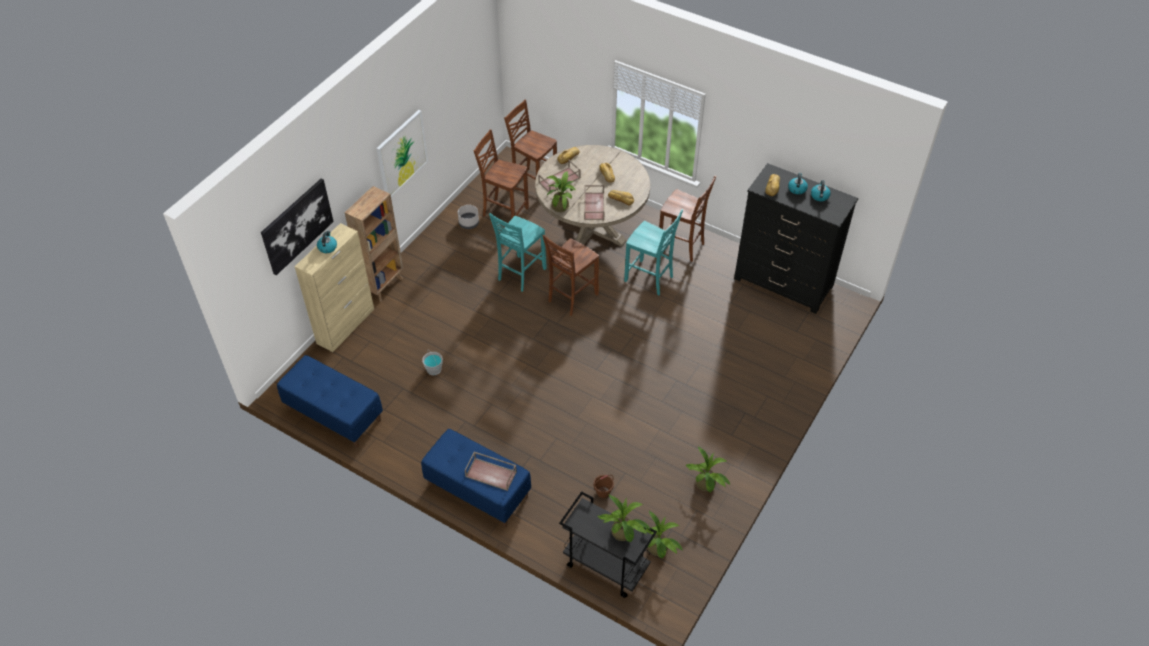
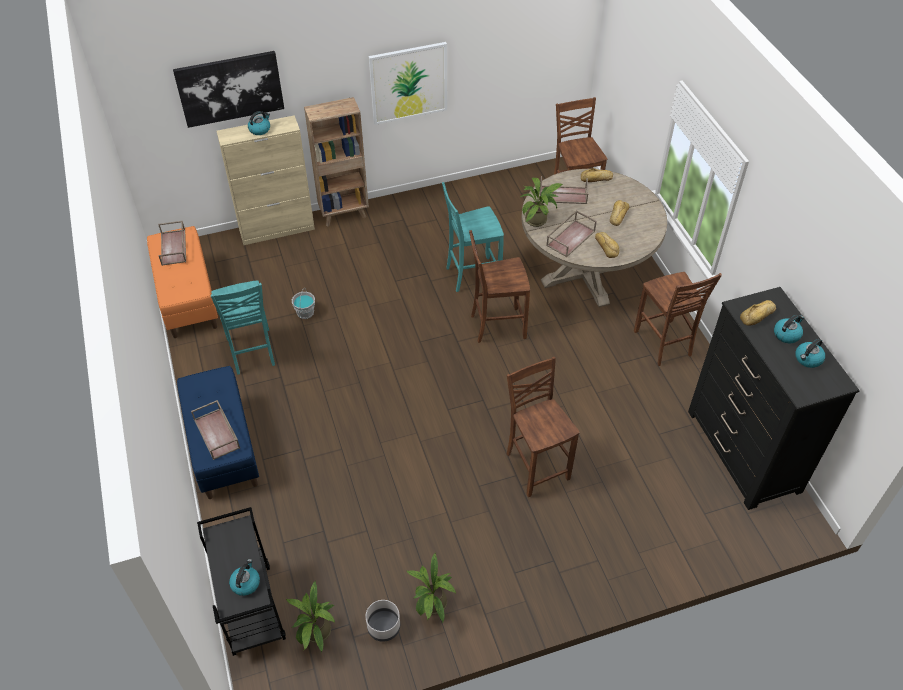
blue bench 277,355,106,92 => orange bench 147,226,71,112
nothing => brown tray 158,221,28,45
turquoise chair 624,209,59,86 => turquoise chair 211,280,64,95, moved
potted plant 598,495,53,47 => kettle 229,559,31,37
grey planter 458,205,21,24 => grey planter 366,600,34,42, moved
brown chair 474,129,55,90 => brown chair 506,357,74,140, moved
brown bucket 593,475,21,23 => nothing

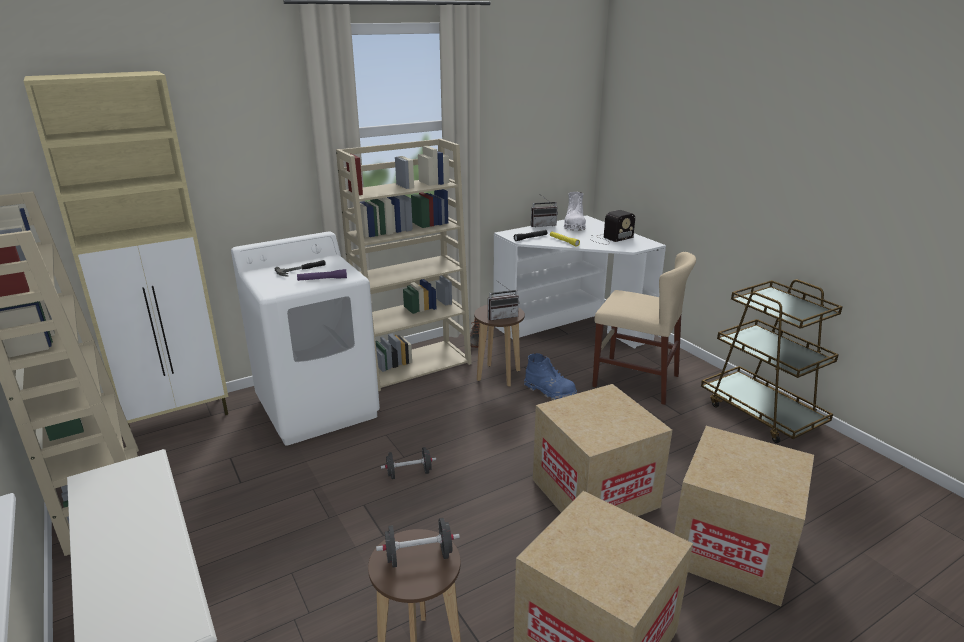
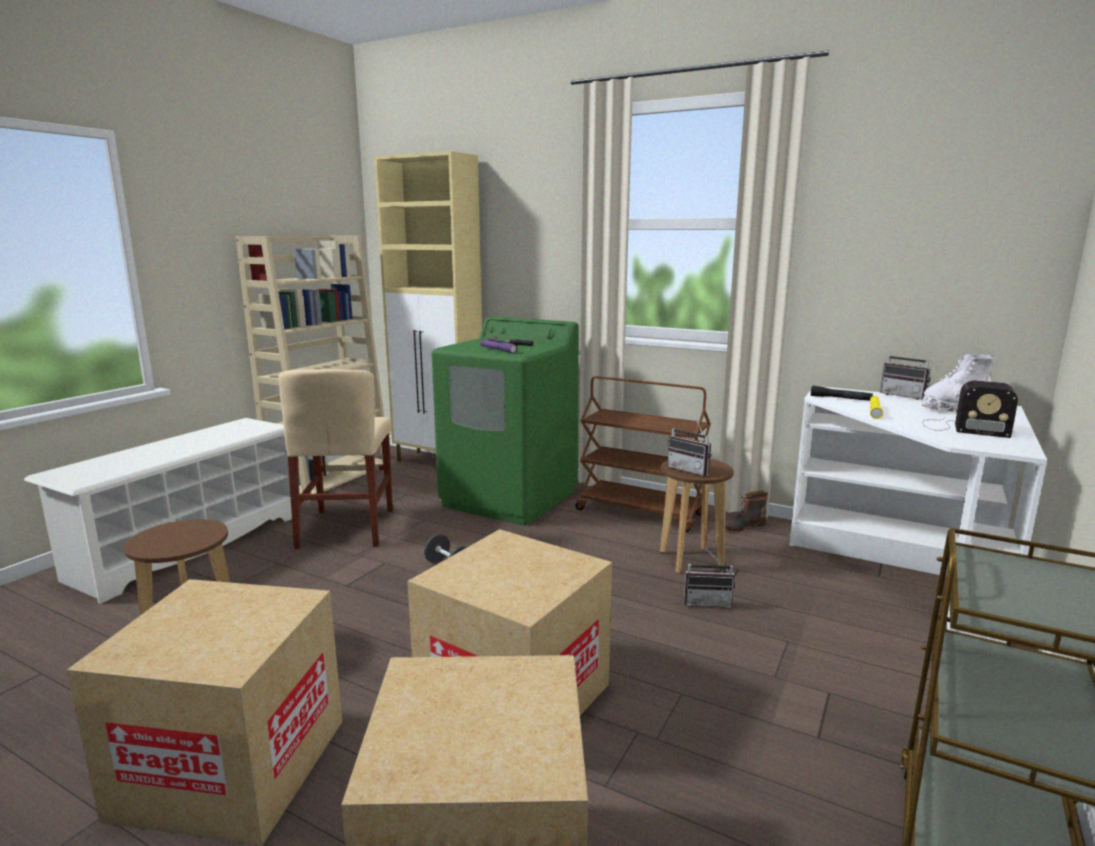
beige chair 592,252,104,153 => beige chair 278,369,115,180, moved
white washing machine 231,232,149,214 => green washing machine 431,316,148,210
beige bookcase 336,139,136,252 => brown cart 576,376,135,156
blue boot 524,353,53,47 => radio 684,546,51,61
black dumbbell 376,518,84,49 => nothing

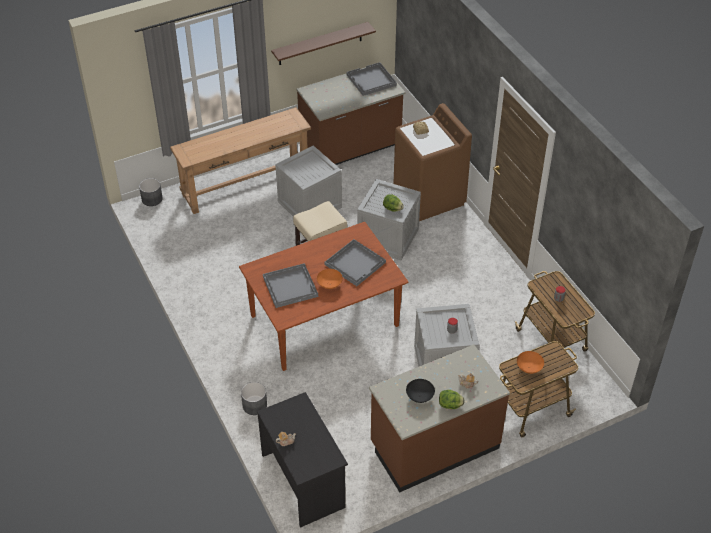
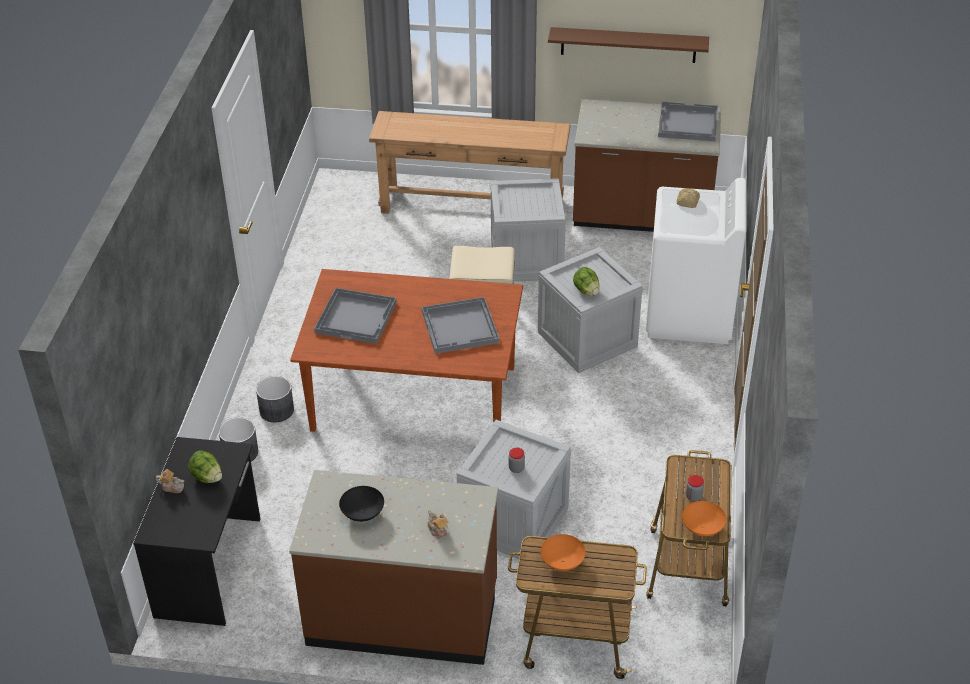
lettuce 439,390,26,19 => lettuce 188,451,34,32, moved
grey planter 139,178,24,28 => grey planter 256,376,38,46, moved
brown washing machine 393,103,79,118 => white washing machine 645,178,102,166
orange bowl 317,269,26,20 => orange bowl 682,501,44,35, moved

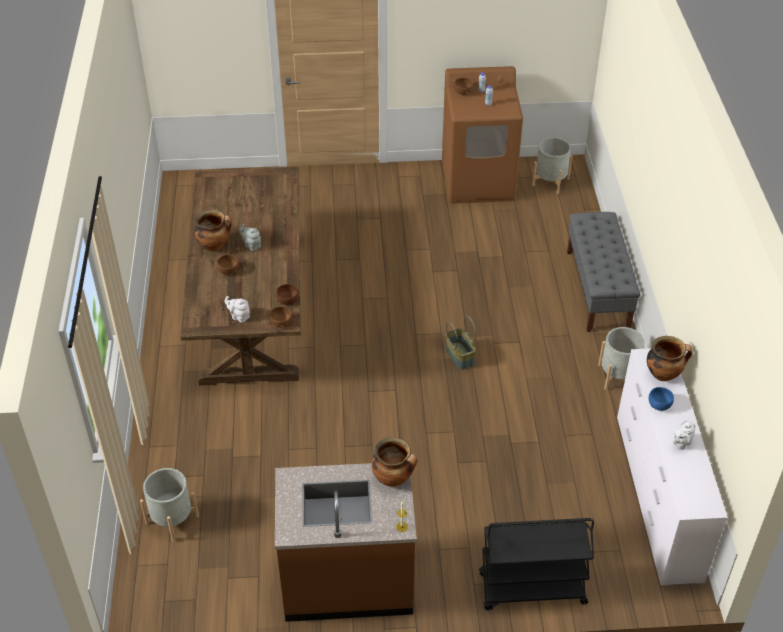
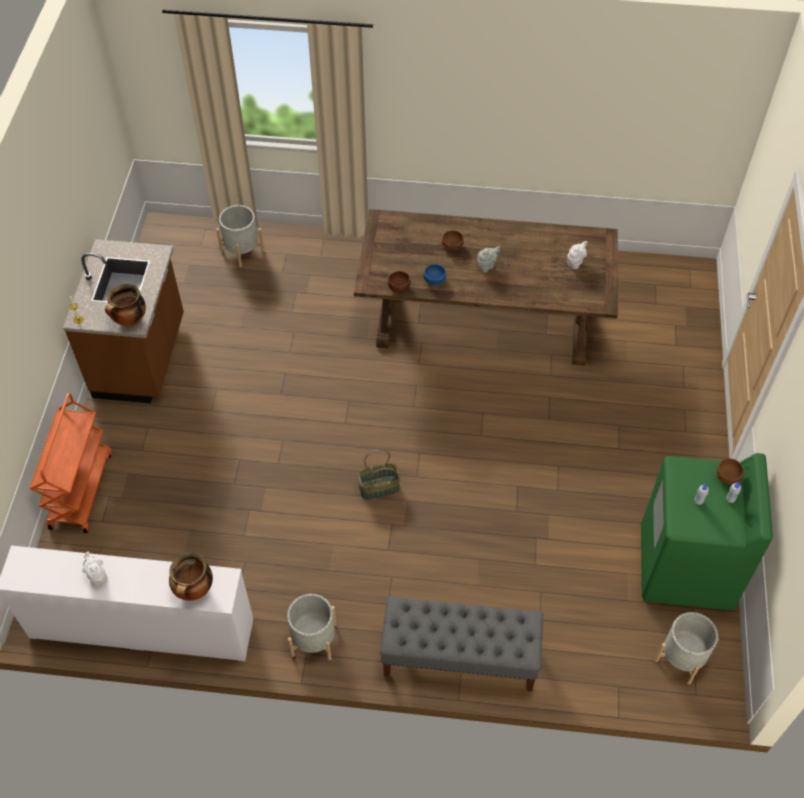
black cart 479,518,115,92 => orange cart 30,393,82,140
blue bowl 649,387,25,24 => blue bowl 423,264,23,21, moved
white teapot 225,296,25,27 => white teapot 567,241,20,28, moved
brown washing machine 442,66,81,138 => green washing machine 641,453,132,157
cooking pot 195,210,37,41 => nothing
brown bowl 269,306,23,22 => nothing

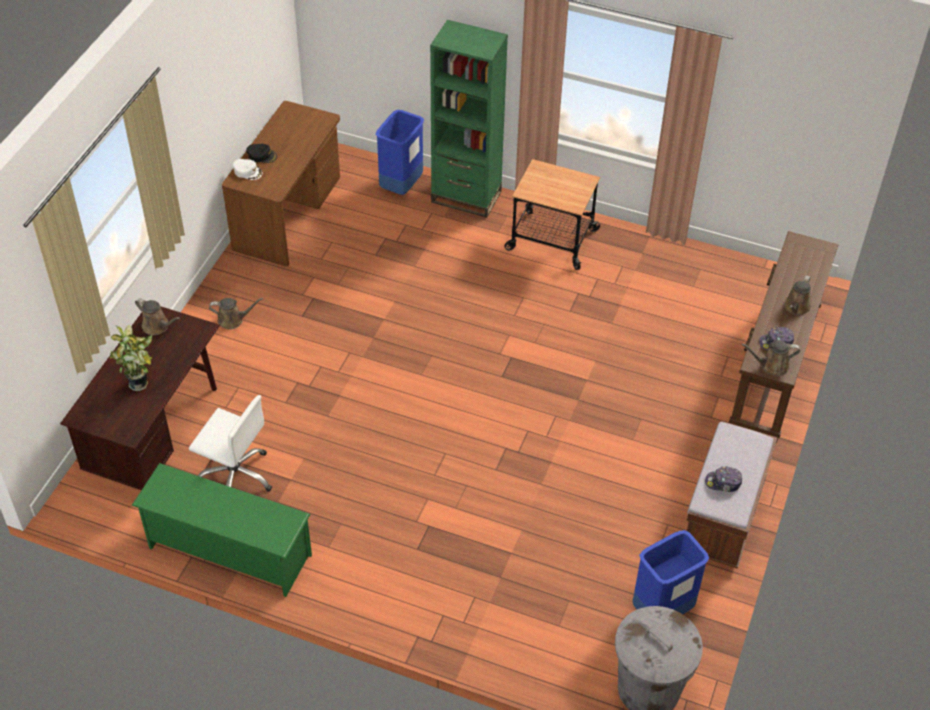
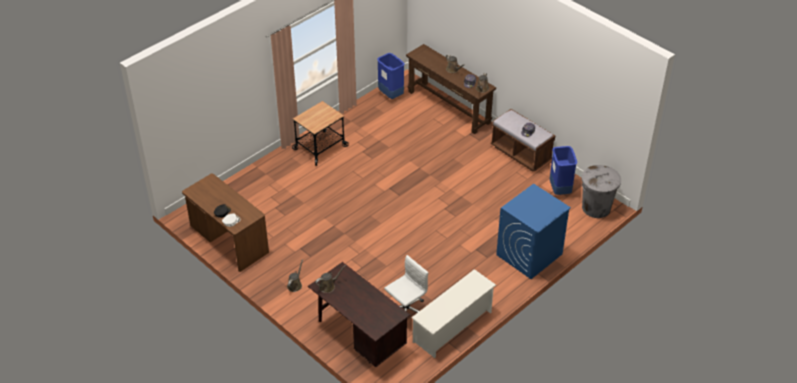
blue trash can 376,110,48,85 => blue trash can 377,53,27,46, moved
green shoe rack 132,463,180,134 => white shoe rack 412,269,84,89
nothing => blue washing machine 496,184,75,95
potted plant 110,325,42,66 => nothing
green bookcase 430,20,78,198 => nothing

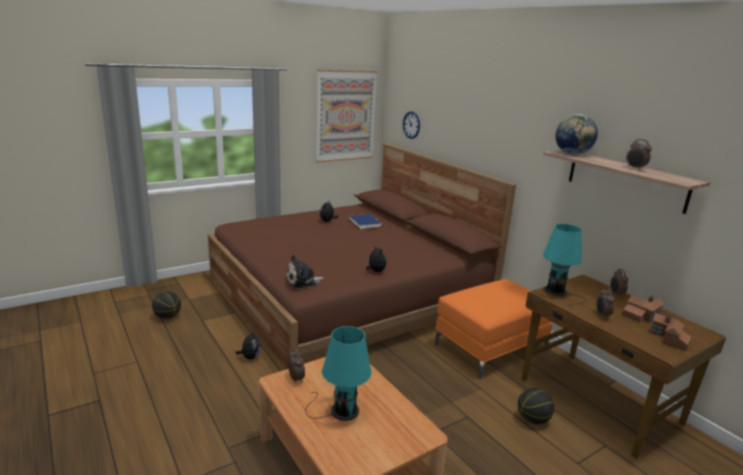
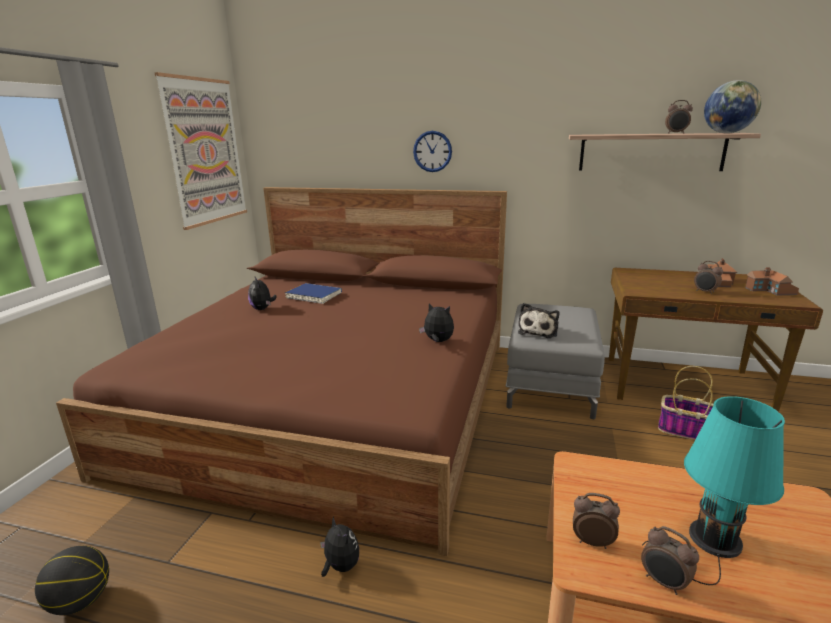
wall clock 403,112,17,27 => wall clock 413,131,39,41, moved
orange ottoman 435,279,117,100 => grey ottoman 506,304,99,115
plush toy 286,254,39,35 => plush toy 518,303,41,35, moved
alarm clock 610,269,18,27 => alarm clock 641,526,58,69, moved
basketball 518,388,36,36 => basket 658,366,55,74
globe 555,114,43,41 => globe 704,80,57,53, moved
turquoise table lamp 543,224,43,84 => nothing

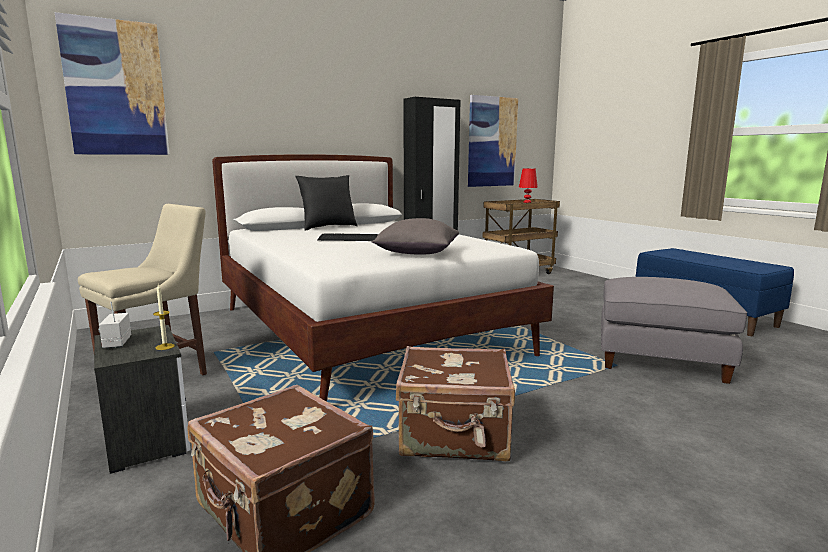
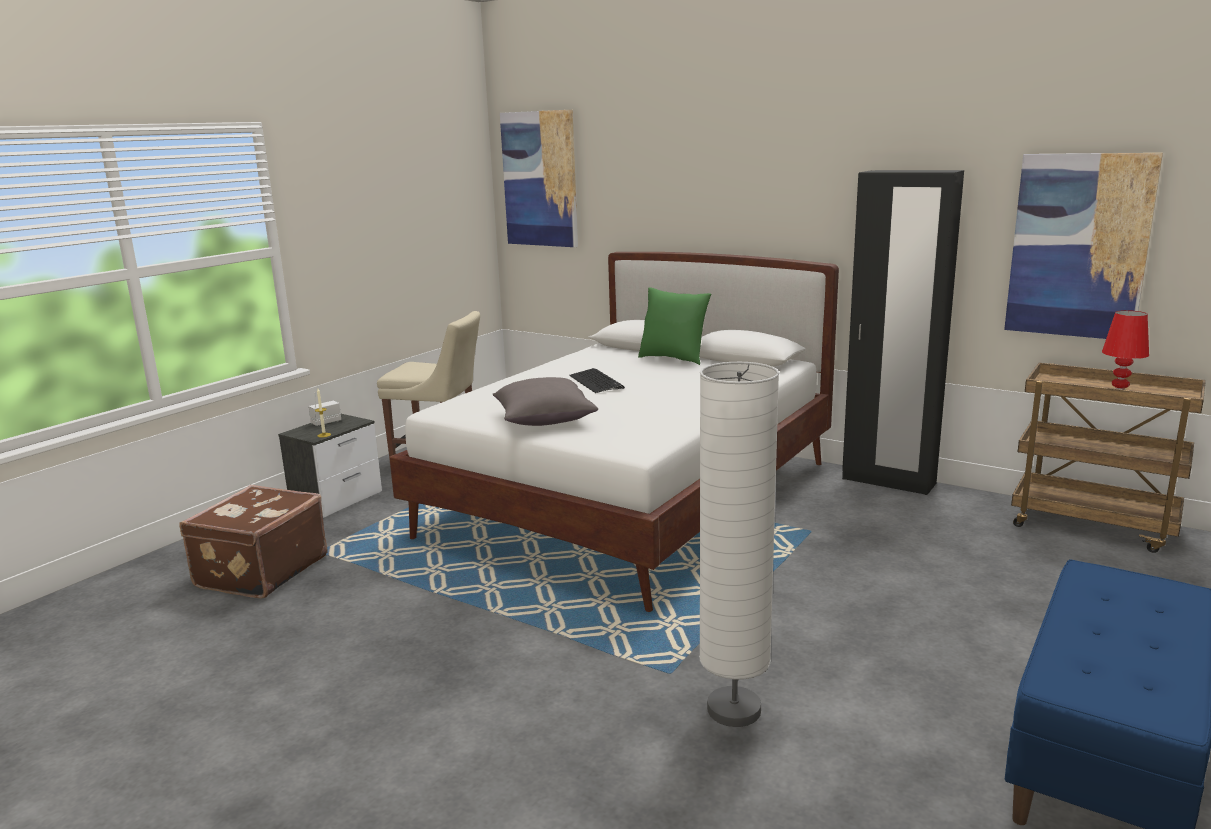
black pillow 295,175,63,56 => green pillow 638,287,74,78
grey ottoman 601,277,146,107 => white floor lamp 699,362,80,365
brown suitcase 396,346,119,115 => nothing

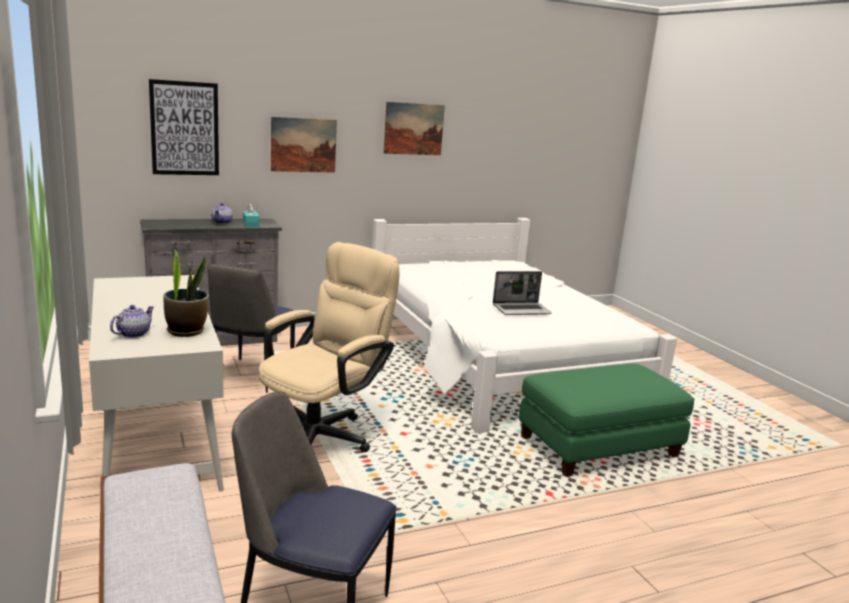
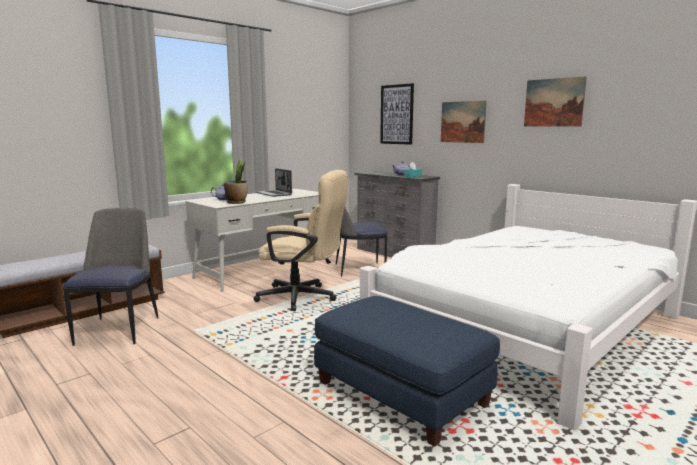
laptop 493,271,59,44 => laptop 256,168,36,29, moved
green ottoman 519,364,176,113 => blue ottoman 314,296,186,151

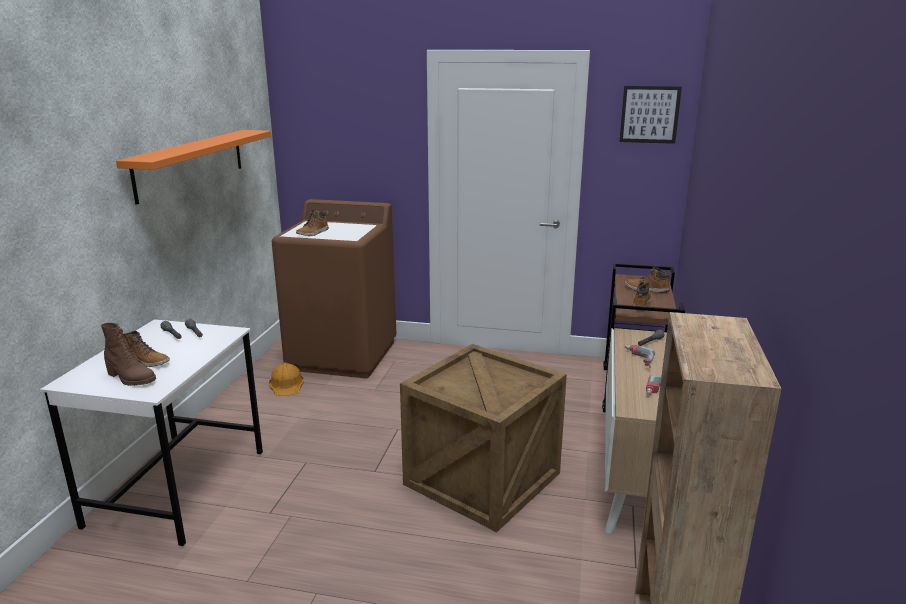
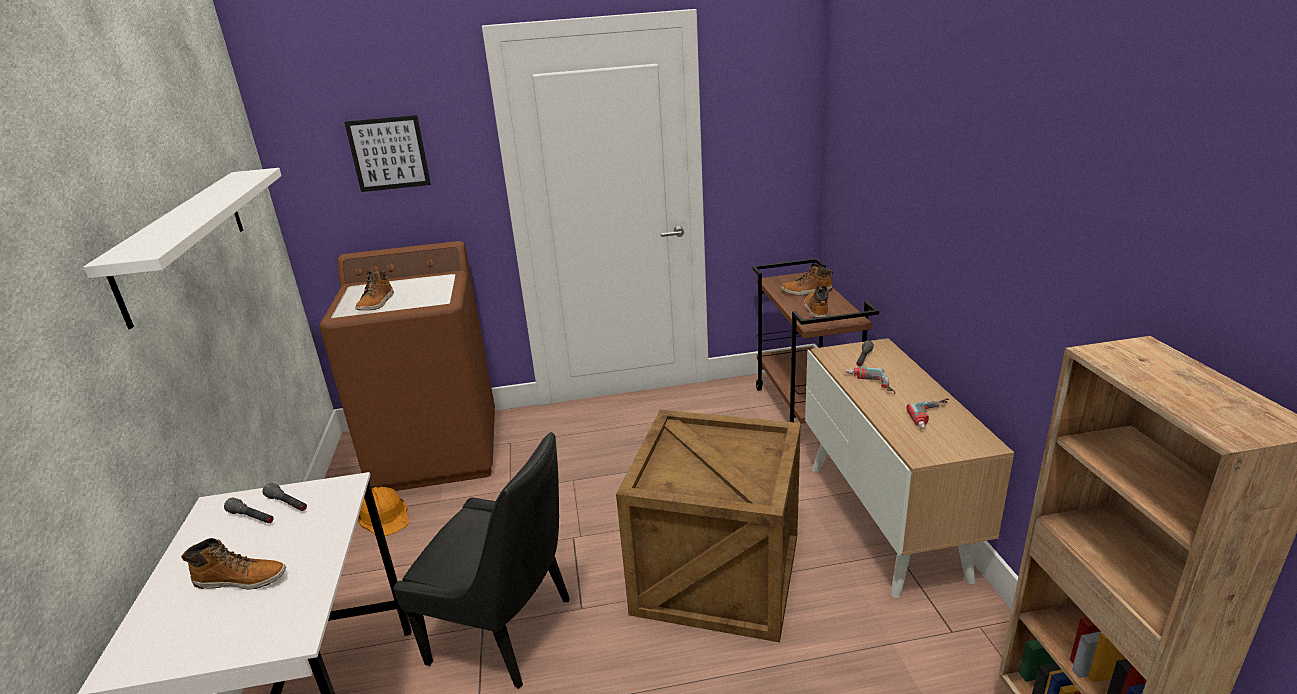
orange shelf 116,130,155,75 => white shelf 84,168,198,161
picture 619,86,63,58 => picture 344,115,87,77, moved
nothing => black chair 393,432,176,257
brown boot 101,323,55,63 => nothing

